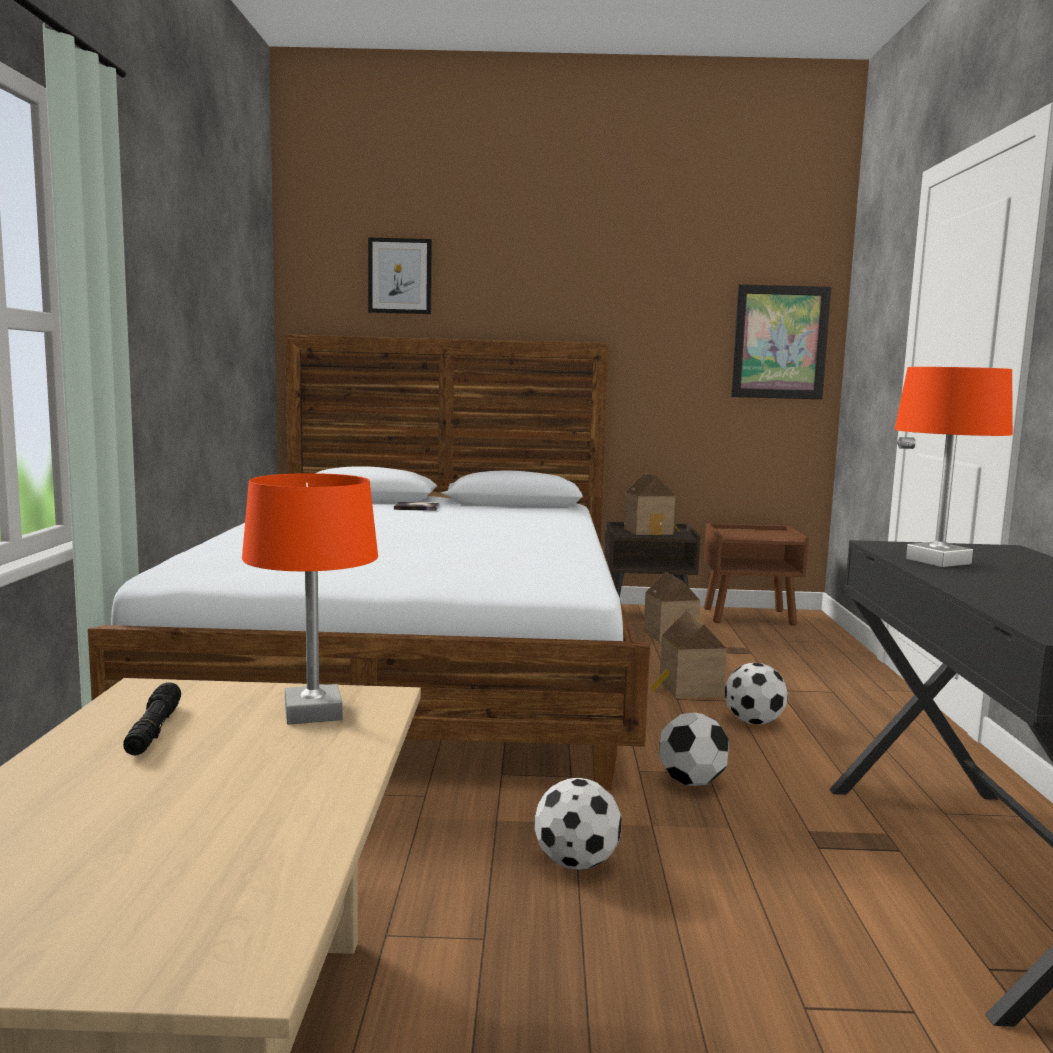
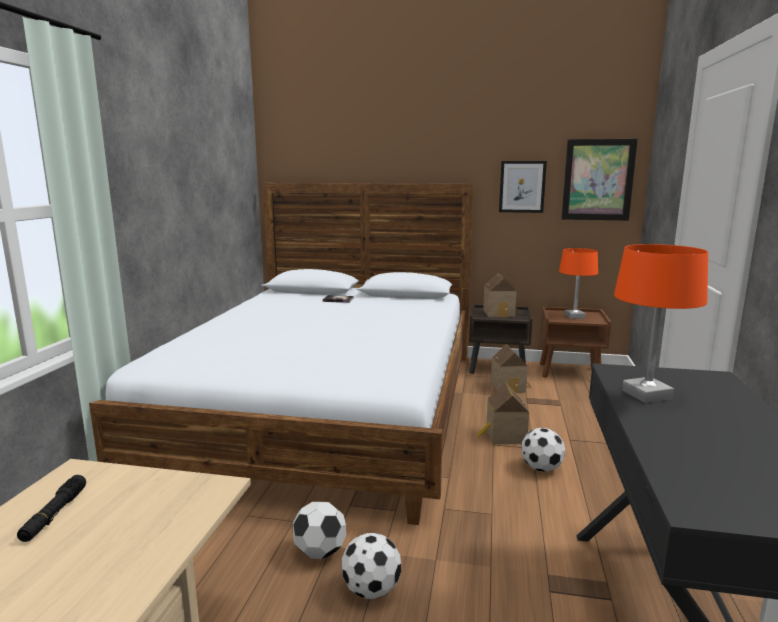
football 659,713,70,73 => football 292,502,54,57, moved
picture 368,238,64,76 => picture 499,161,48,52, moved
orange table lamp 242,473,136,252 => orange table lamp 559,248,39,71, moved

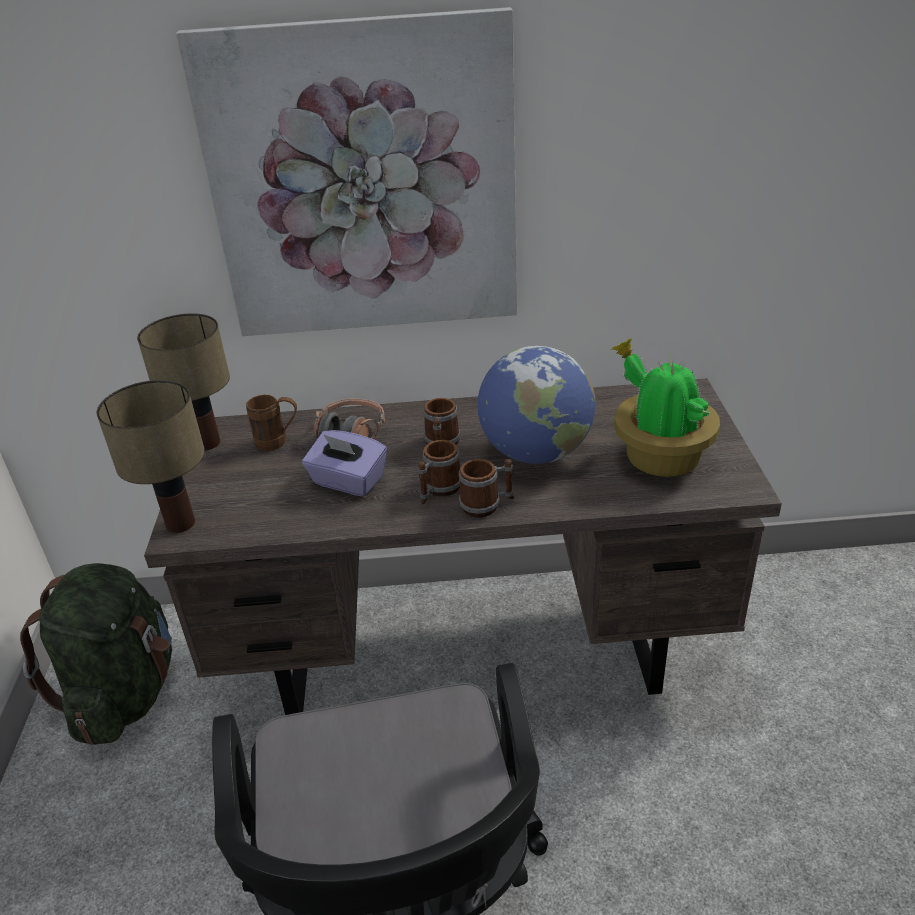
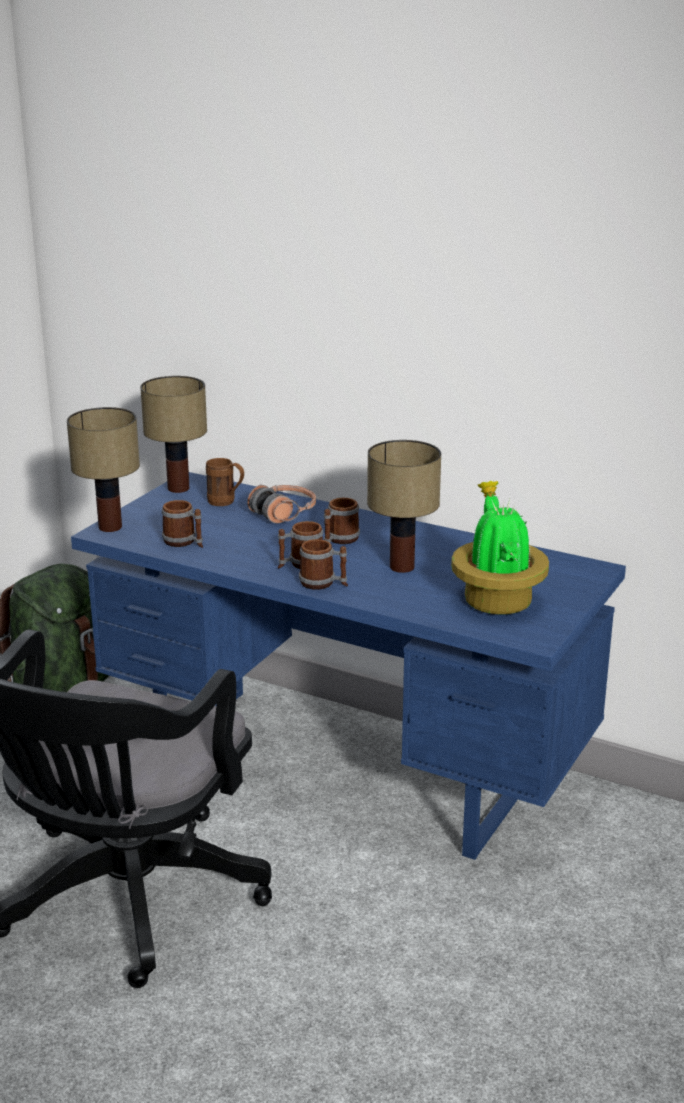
brown desk 144,378,638,337 => blue desk 71,472,555,388
nothing => mug 162,500,41,48
globe 477,346,119,118 => table lamp 367,440,74,133
picture 176,7,341,329 => nothing
purple tissue box 302,430,85,67 => nothing

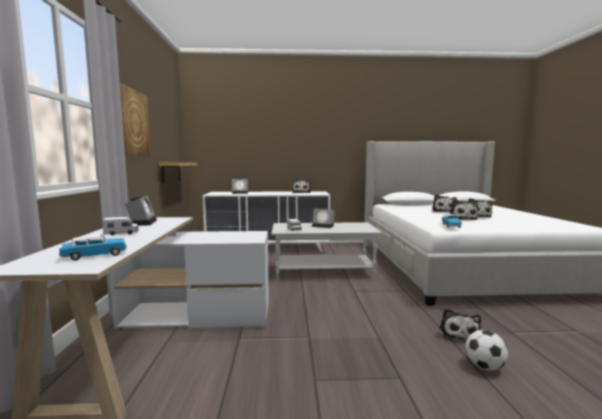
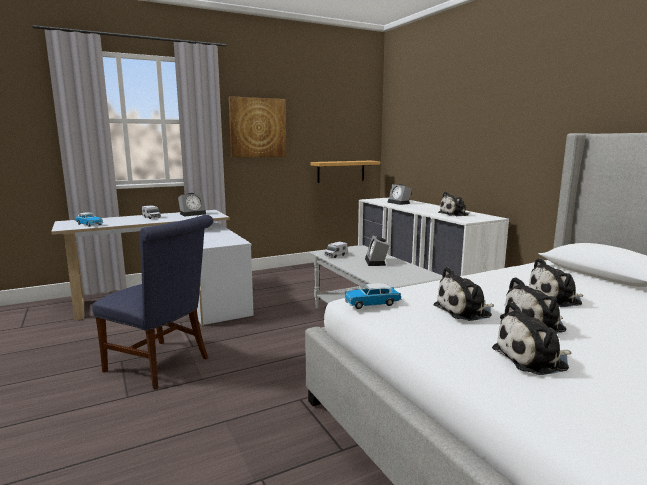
nothing => blue chair 92,215,121,175
plush toy 440,308,41,32 => plush toy 492,302,79,73, moved
football 465,330,43,40 => nothing

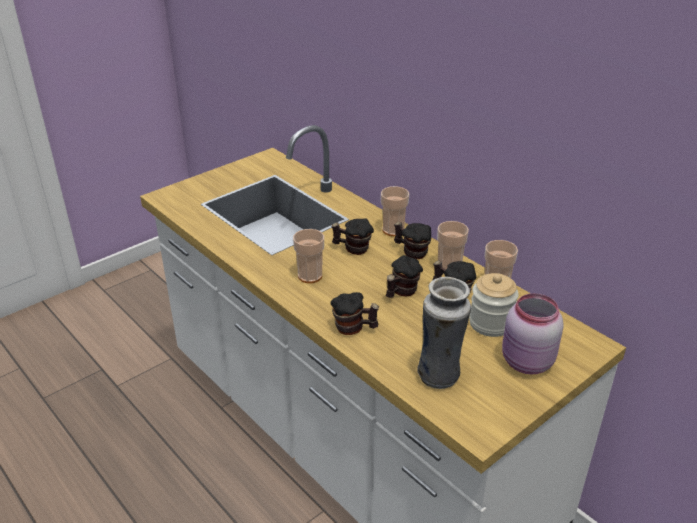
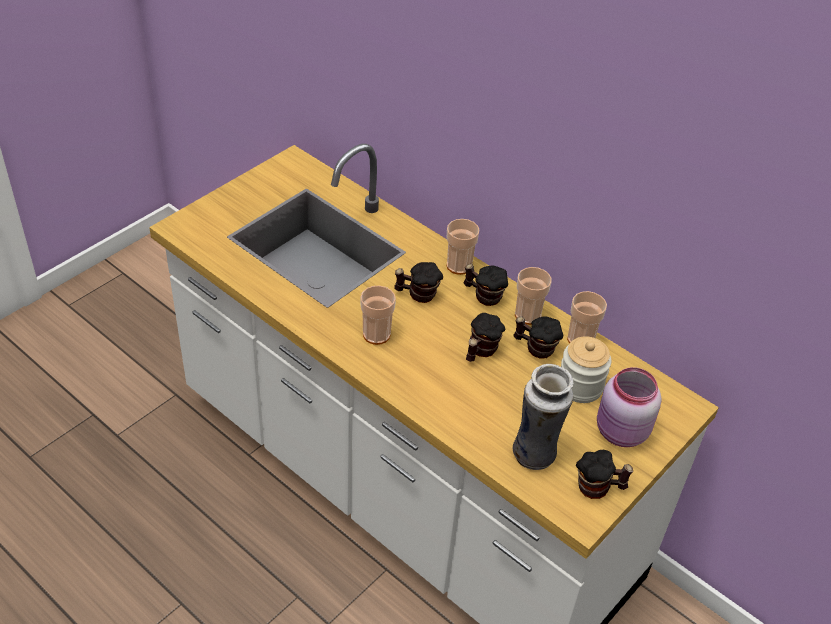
mug 331,292,48,43 => mug 576,449,57,50, moved

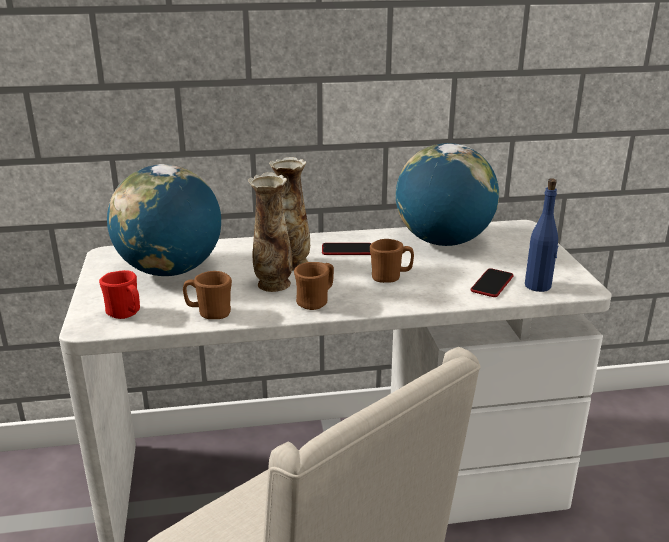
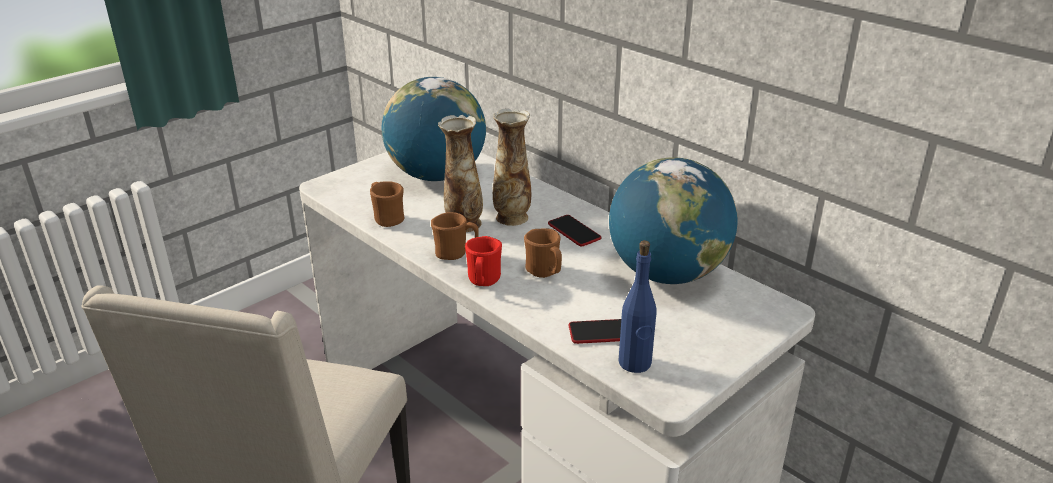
red mug 99,270,41,49 => red mug 465,236,37,50, moved

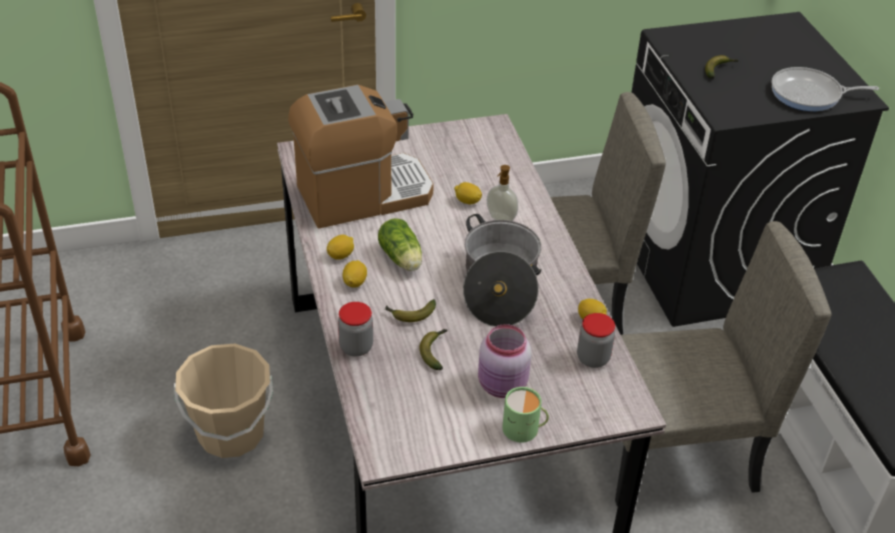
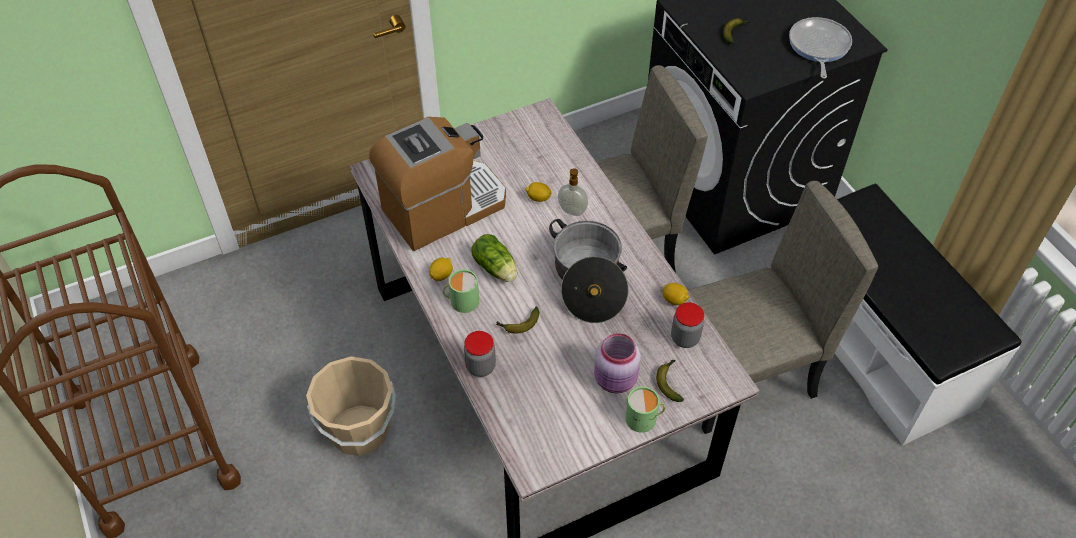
lemon 343,260,24,27 => green mug 443,269,36,44
banana 419,329,28,41 => banana 656,360,28,42, moved
frying pan 771,67,108,44 => frying pan 789,17,63,62, 105 degrees clockwise

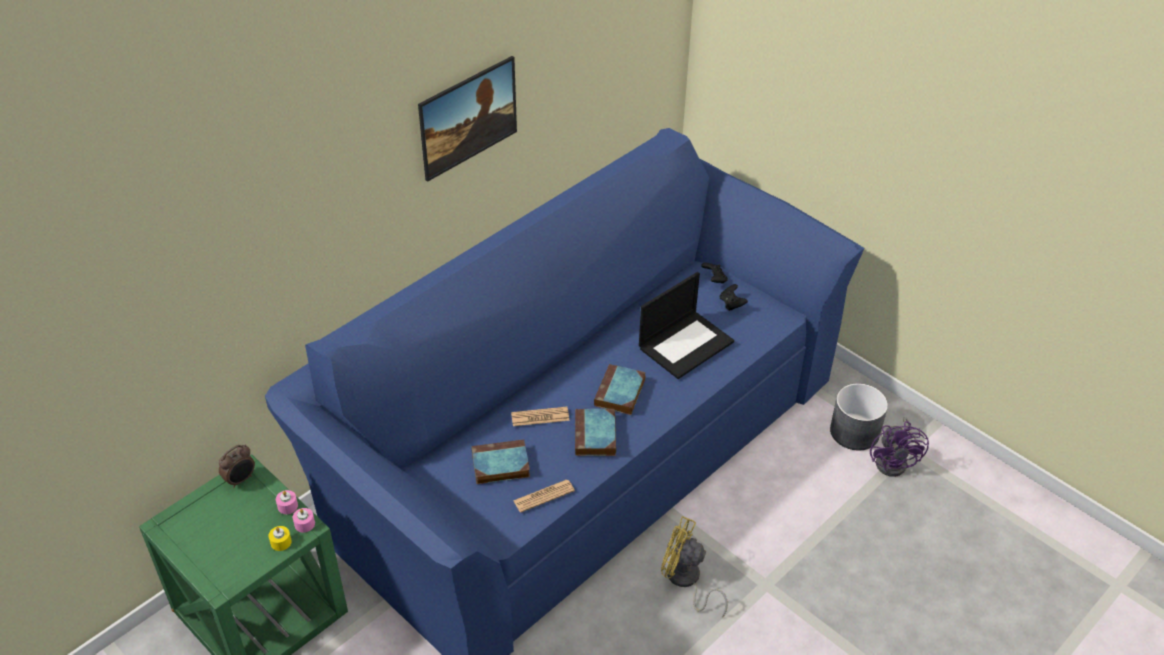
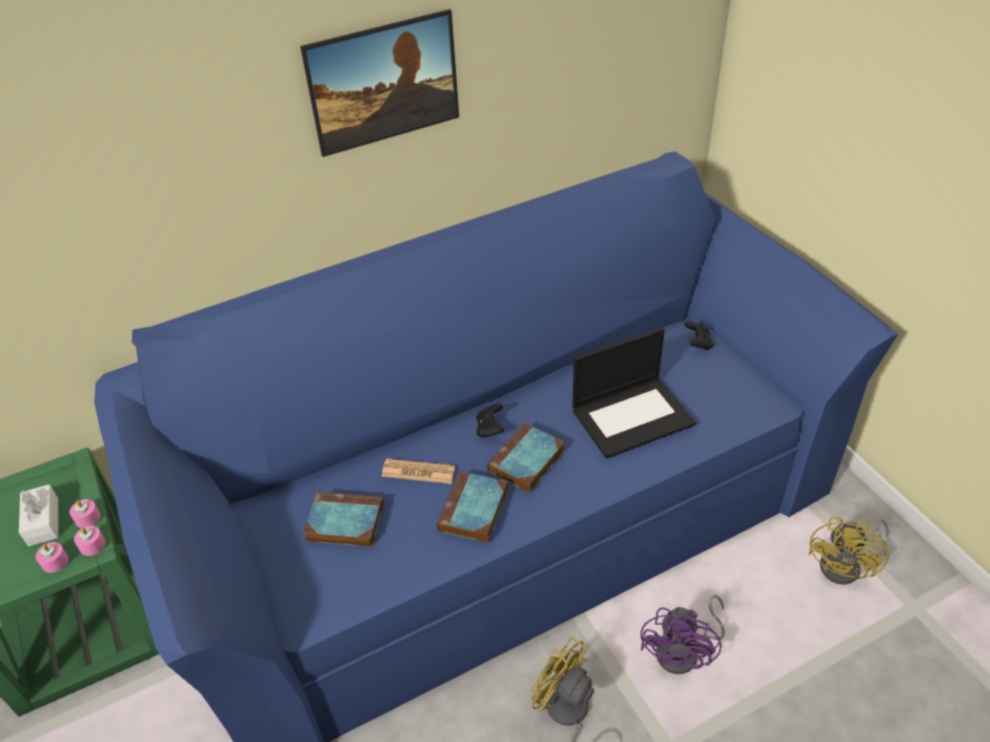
nothing => white tissue box 19,484,39,62
yellow candle 269,526,23,25 => pink candle 36,542,32,31
black game controller 720,284,28,27 => black game controller 476,404,28,34, moved
purple fan 870,417,59,60 => purple fan 640,595,85,79, moved
grey planter 830,383,58,67 => yellow fan 808,516,81,69
alarm clock 219,444,36,44 => nothing
newspaper 513,480,62,33 => nothing

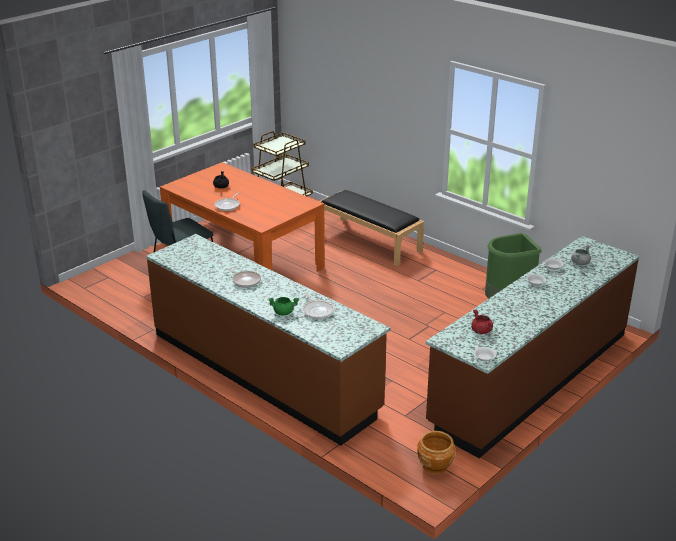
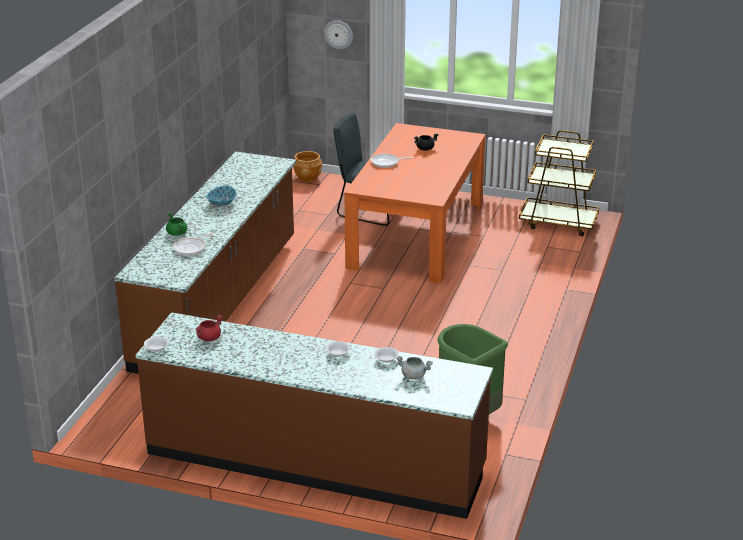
frying pan 226,268,35,20 => bowl 206,186,30,20
brown planter 417,431,39,43 => brown planter 293,151,29,32, moved
nothing => wall clock 324,20,29,29
black bench 319,190,105,76 => nothing

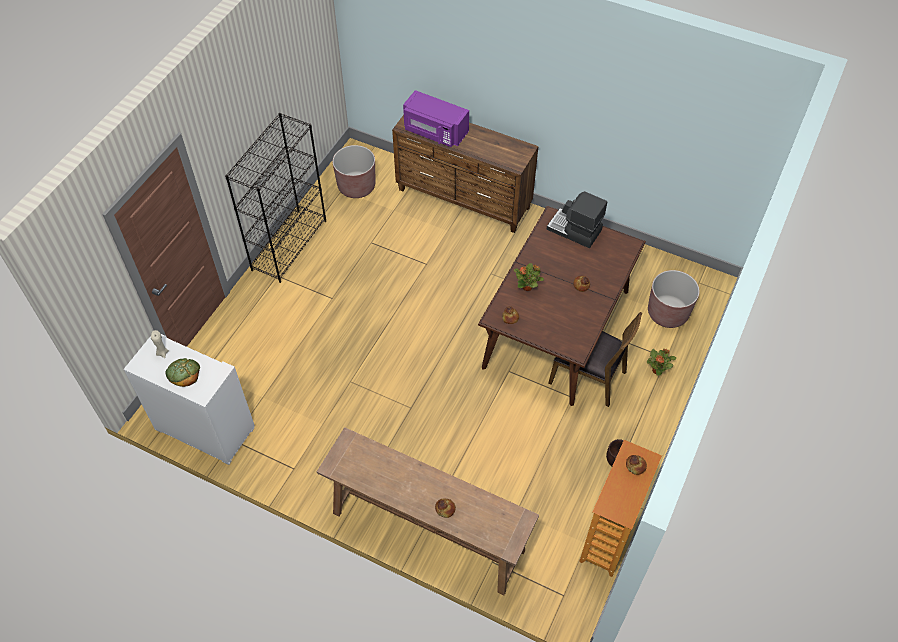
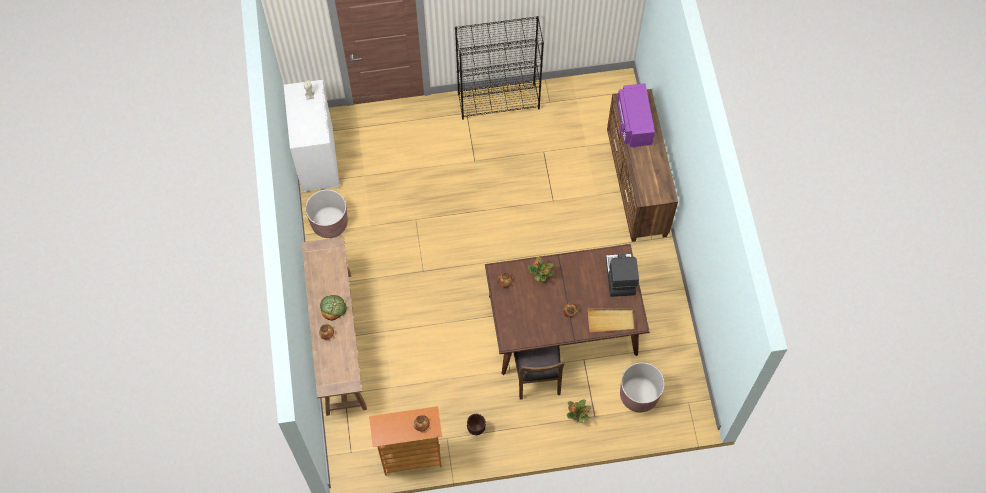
brown planter 332,145,43,53 => brown planter 305,189,43,49, moved
bread 165,358,35,29 => bread 320,295,27,26, moved
nothing => beige tray 588,309,46,23

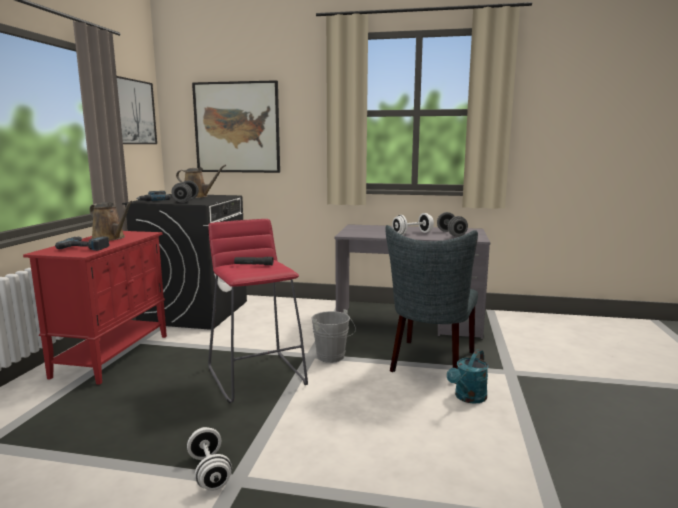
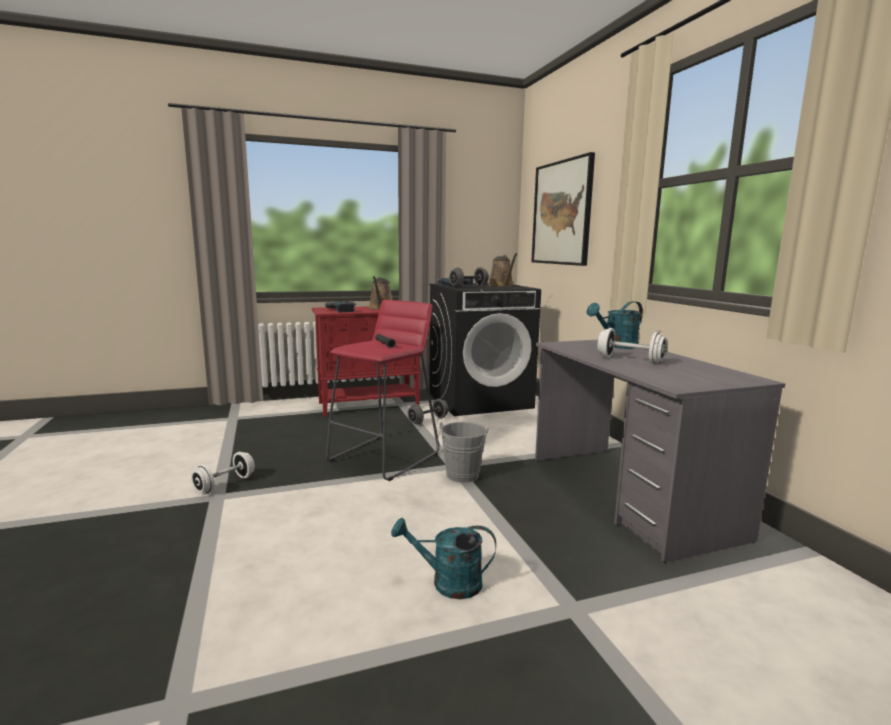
grey dumbbell 437,212,31,25 => grey dumbbell 407,399,41,26, moved
nothing => turquoise watering can 587,301,56,48
picture 117,76,40,68 => nothing
grey chair 386,225,92,159 => nothing

